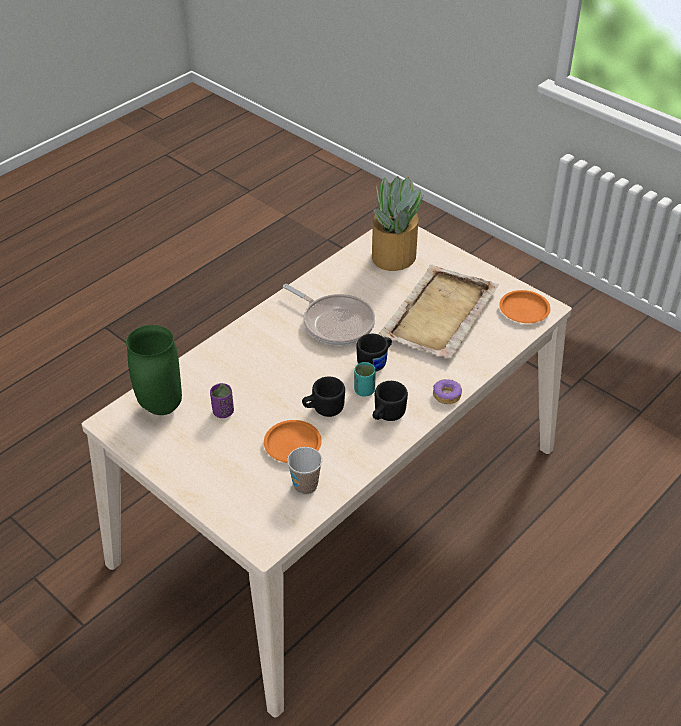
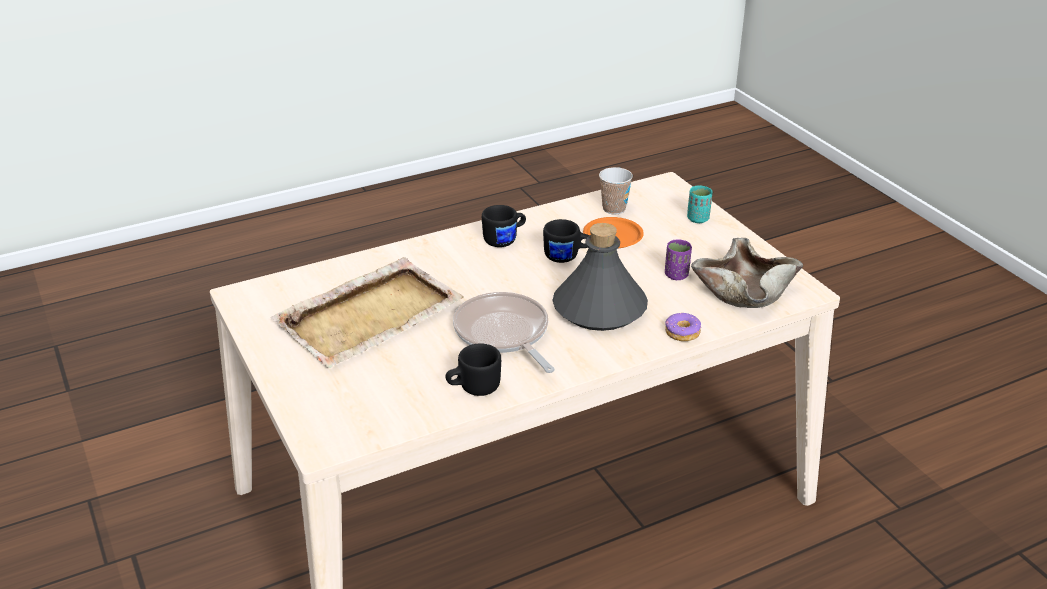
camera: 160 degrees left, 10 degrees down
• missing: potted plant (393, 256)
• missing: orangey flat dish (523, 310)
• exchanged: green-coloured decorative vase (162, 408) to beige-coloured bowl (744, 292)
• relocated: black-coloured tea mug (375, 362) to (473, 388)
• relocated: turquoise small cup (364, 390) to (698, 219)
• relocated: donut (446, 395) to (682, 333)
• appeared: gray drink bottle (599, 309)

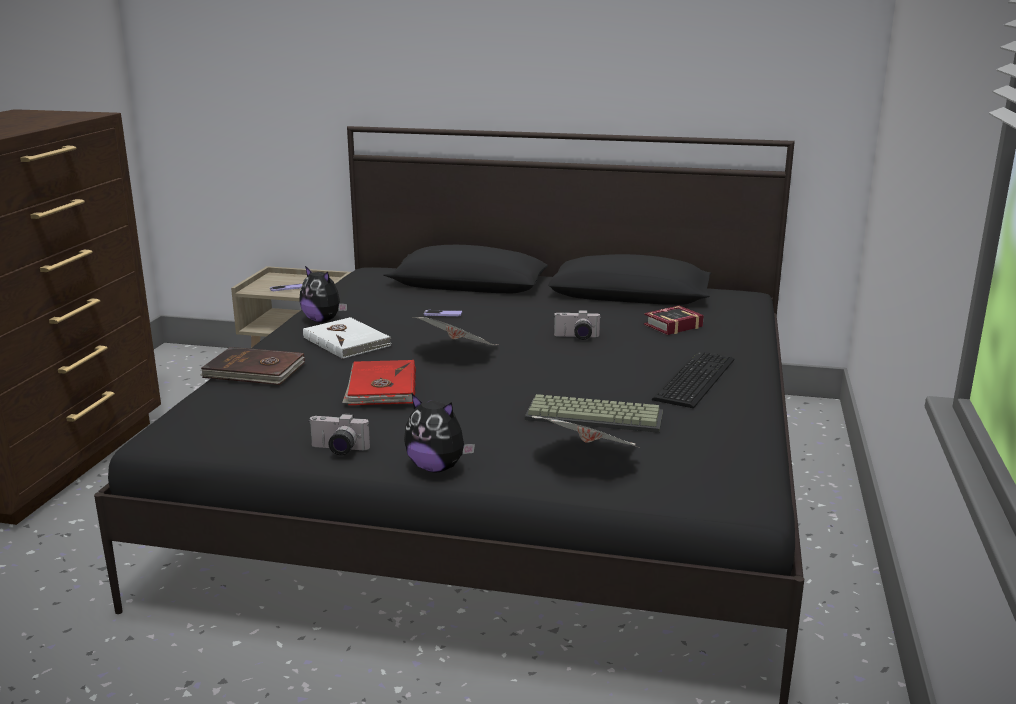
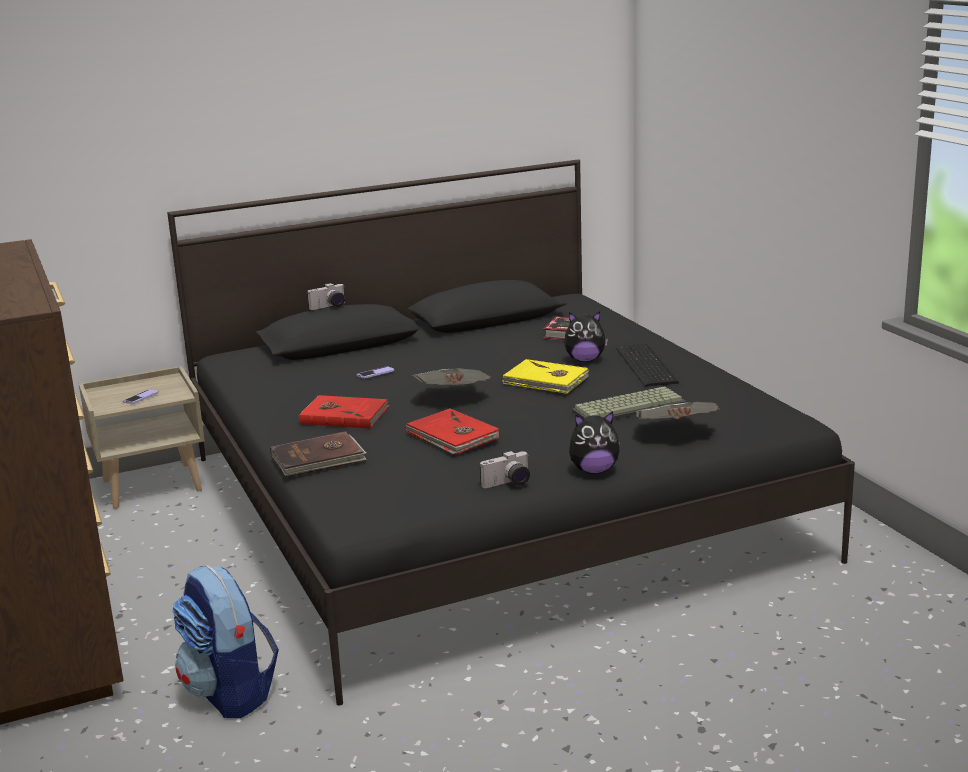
camera: 35 degrees left, 0 degrees up
• relocated: cuddly toy (323, 320) to (585, 360)
• relocated: still camera (576, 337) to (329, 307)
• colour: whitish book (347, 341) to red-coloured book (344, 415)
• appeared: yellow-coloured book (546, 381)
• appeared: backpack (230, 693)

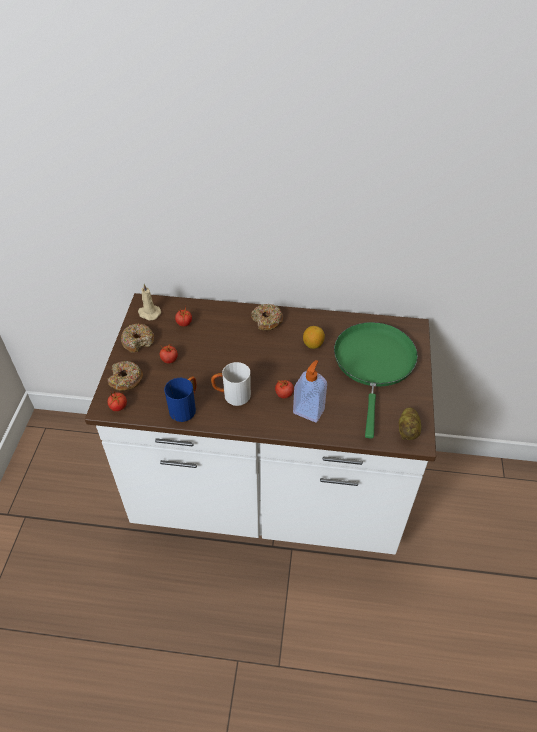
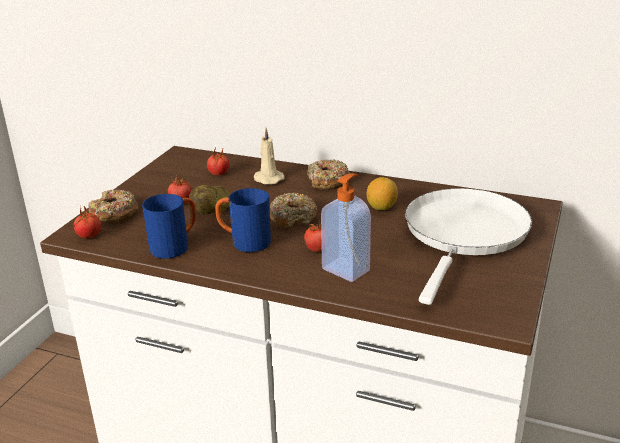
camera: 15 degrees right, 20 degrees down
• relocated: beige-coloured wax light (149, 313) to (267, 179)
• colour: green-coloured pan (374, 364) to whitish pan (464, 234)
• relocated: donut (138, 341) to (293, 217)
• colour: whitish tea mug (231, 396) to blue-coloured tea mug (244, 242)
• relocated: potato (408, 430) to (213, 212)

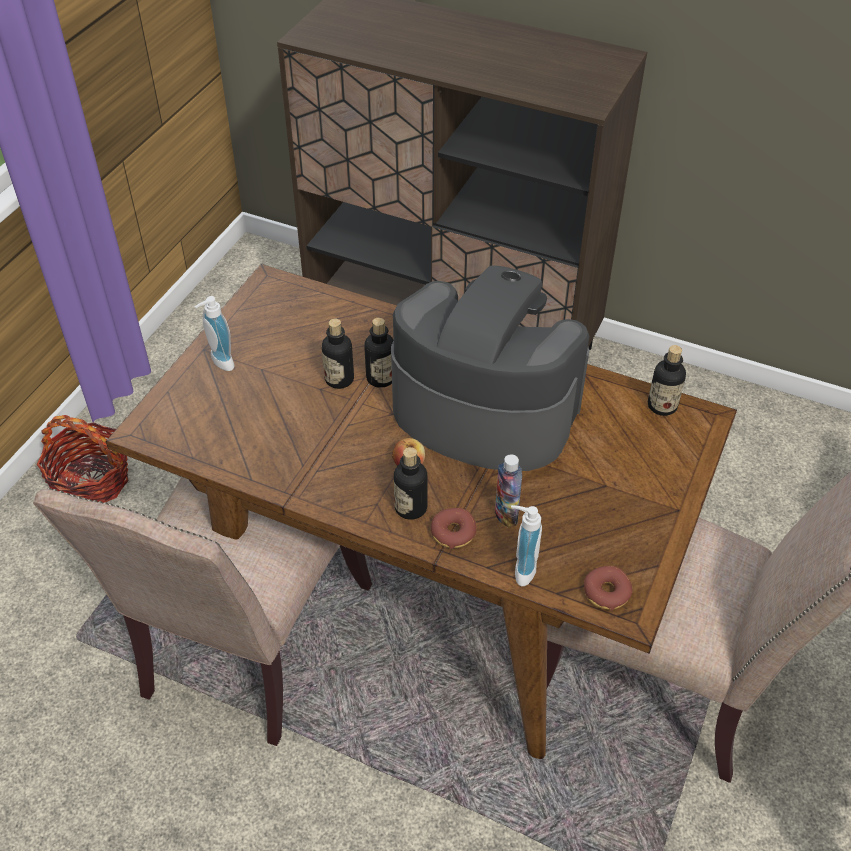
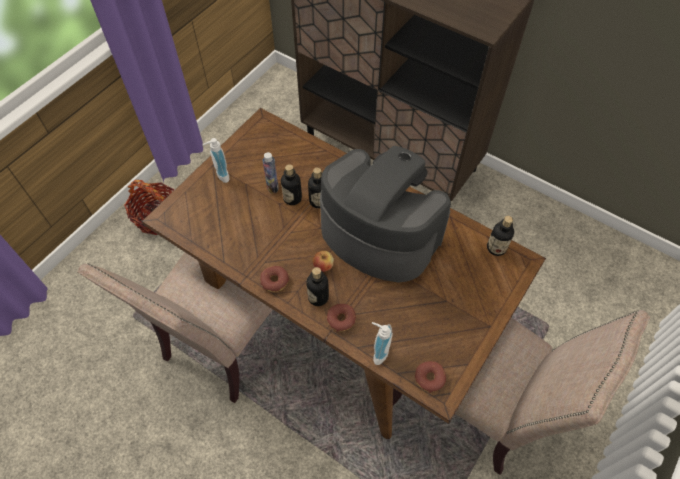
camera: 10 degrees right, 10 degrees up
• relocated: drink bottle (506, 515) to (272, 186)
• appeared: donut (275, 281)

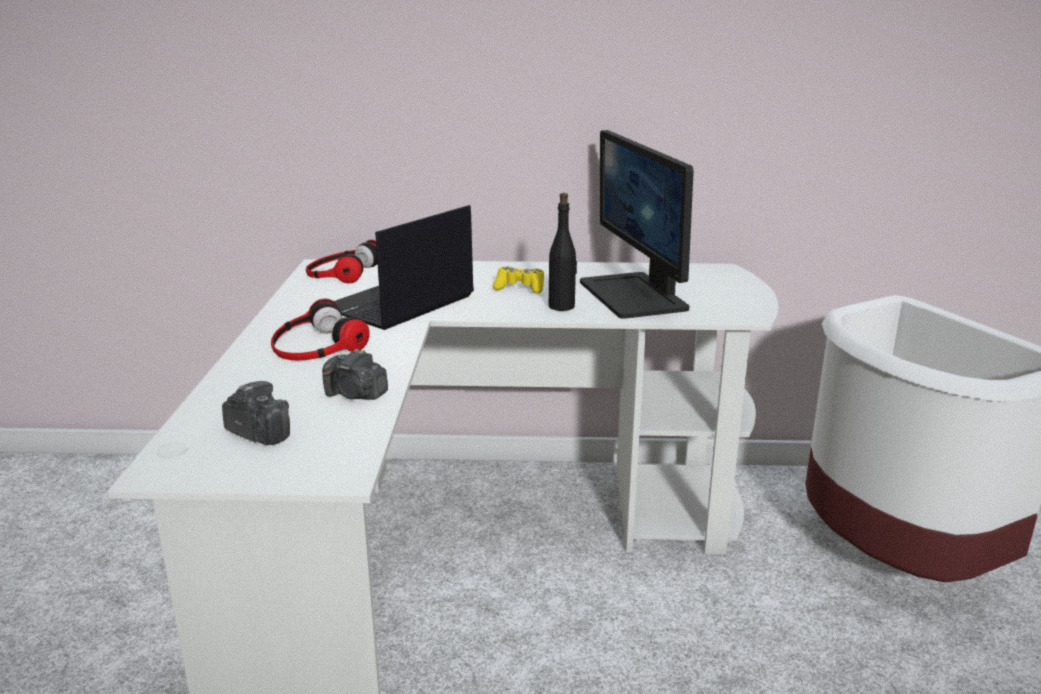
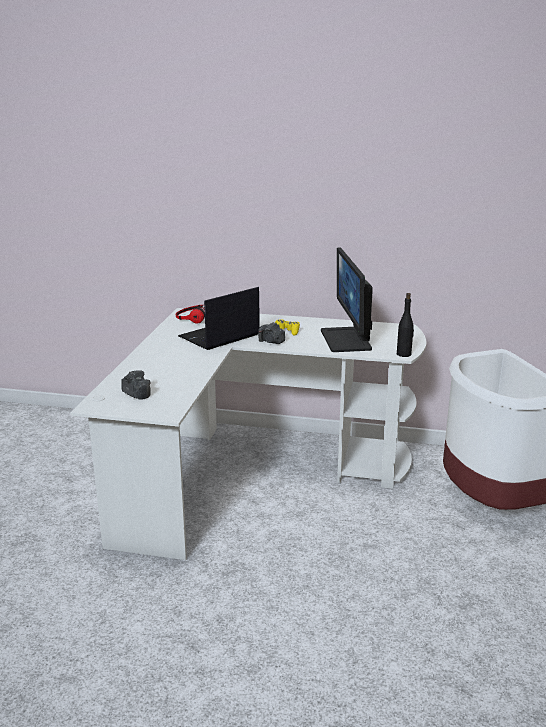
camera: 10 degrees right, 0 degrees up
• relocated: black-coloured drink bottle (562, 306) to (404, 354)
• missing: pair of headphones (316, 345)
• relocated: still camera (355, 395) to (271, 342)

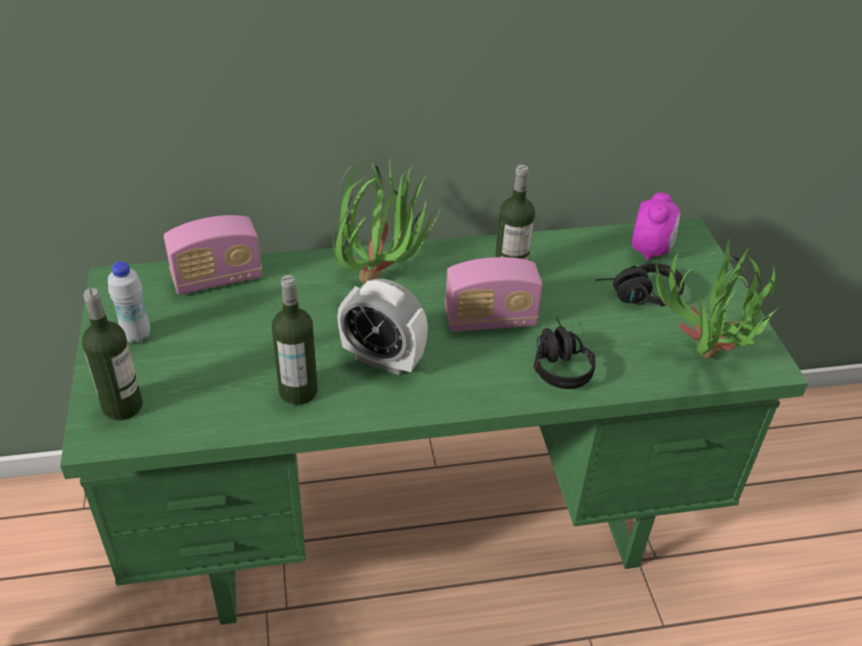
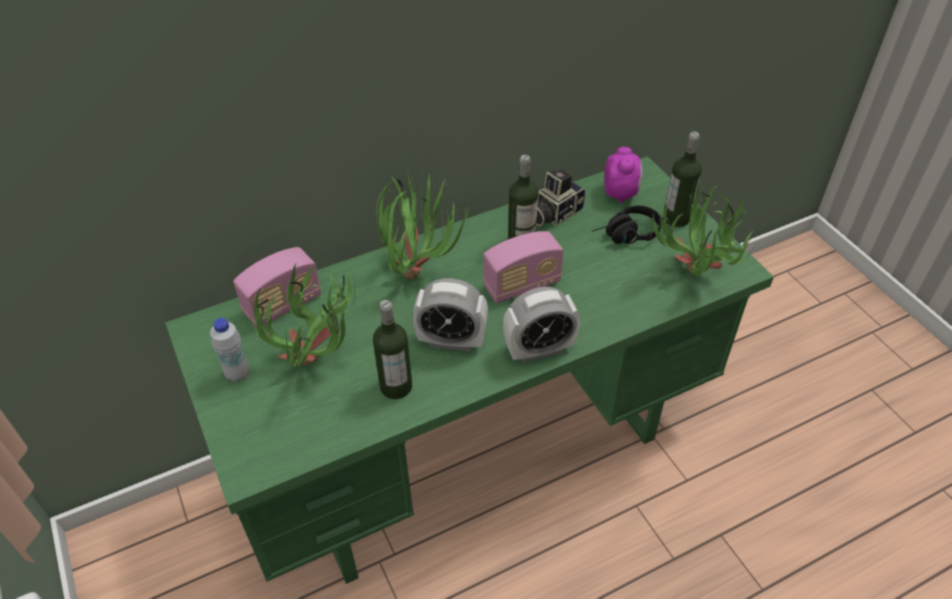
camera: 15 degrees left, 5 degrees up
• relocated: drink bottle (122, 406) to (676, 218)
• missing: black-coloured pair of headphones (557, 362)
• appeared: still camera (553, 213)
• appeared: potted plant (319, 364)
• appeared: bedside clock (539, 350)

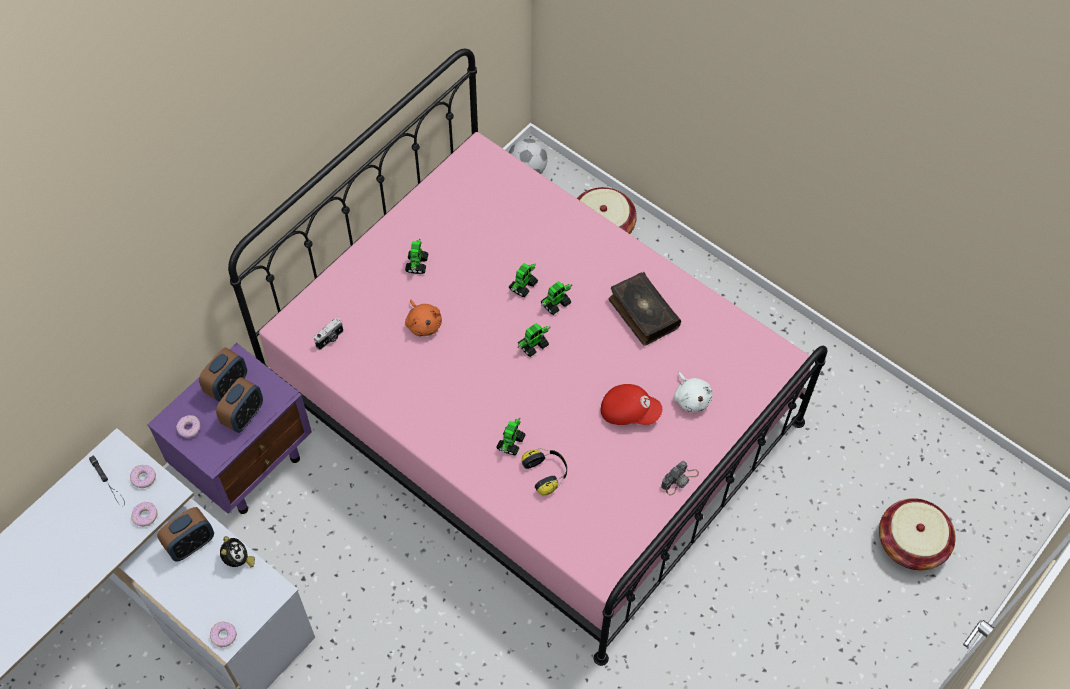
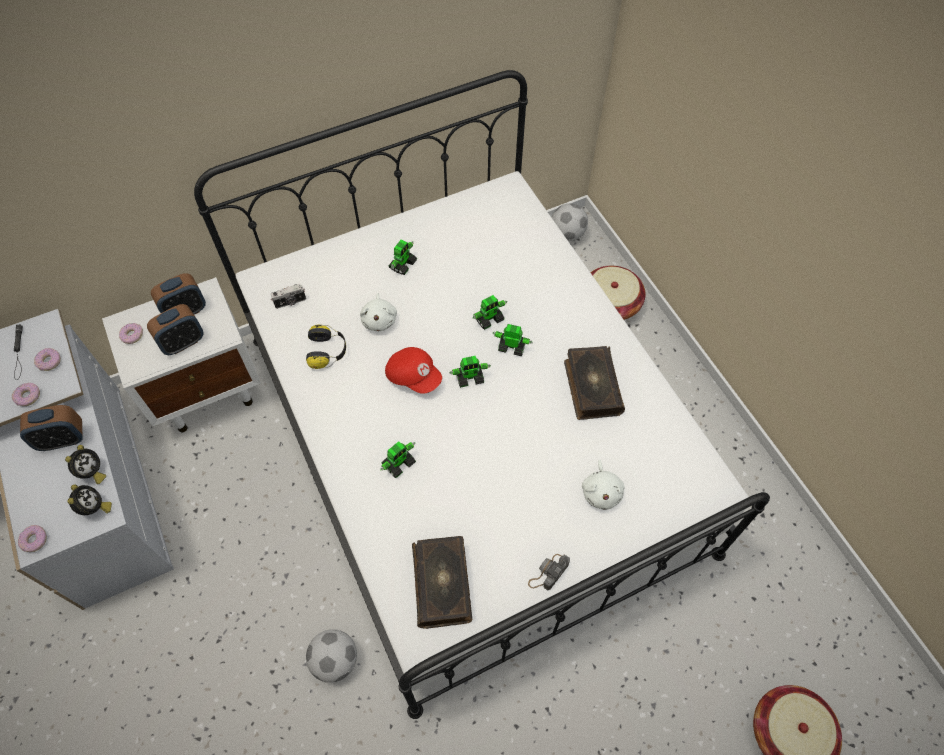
camera: 25 degrees right, 0 degrees up
• colour: pinkish sleeping bed (533, 408) to whitish sleeping bed (471, 440)
• spun: robot figure (556, 303) = (511, 346) 150 degrees counterclockwise
• colour: orangey cuddly toy (423, 324) to whitish cuddly toy (379, 319)
• colour: purple-coloured night table (246, 462) to whitish night table (208, 389)
• relocated: red-coloured cap (629, 411) to (414, 376)
• relocated: pair of headphones (546, 473) to (328, 351)
• spun: still camera (679, 479) = (548, 573) 150 degrees clockwise
• appeared: bedside clock (94, 508)
• appeared: book (443, 584)
• appeared: ball for football (335, 660)

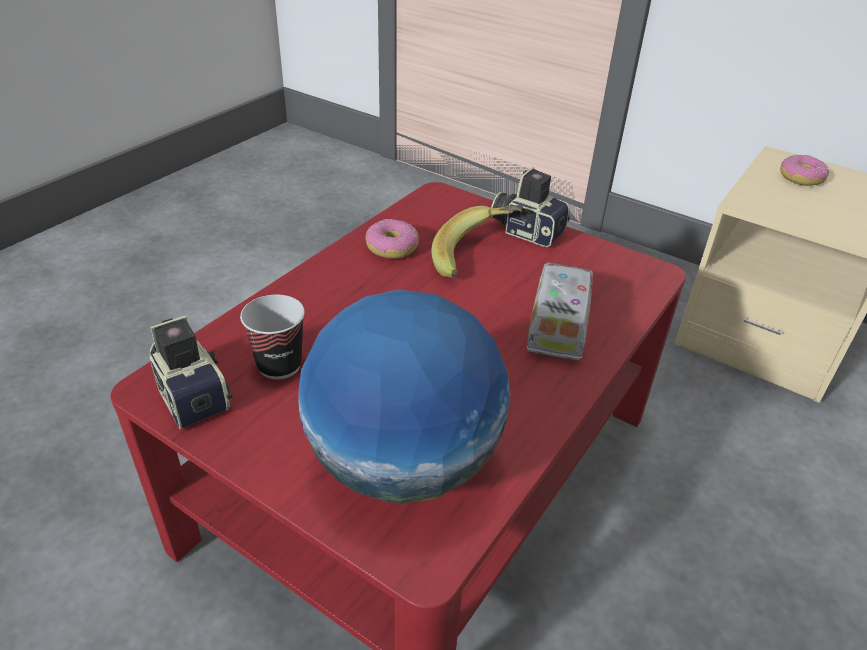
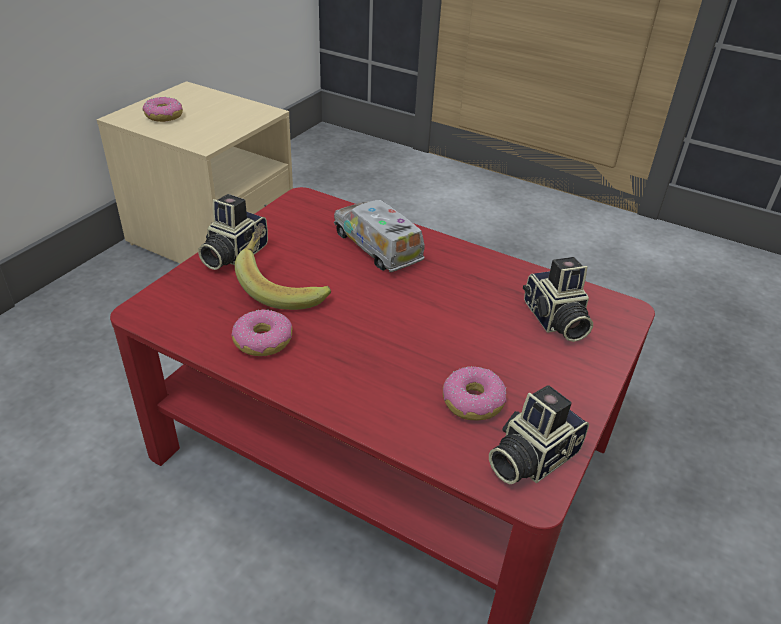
camera: 95 degrees left, 0 degrees up
• spun: toy lorry (558, 322) = (377, 247) 45 degrees clockwise
• exchanged: world globe (404, 463) to still camera (554, 320)
• exchanged: small cup (279, 365) to donut (472, 401)

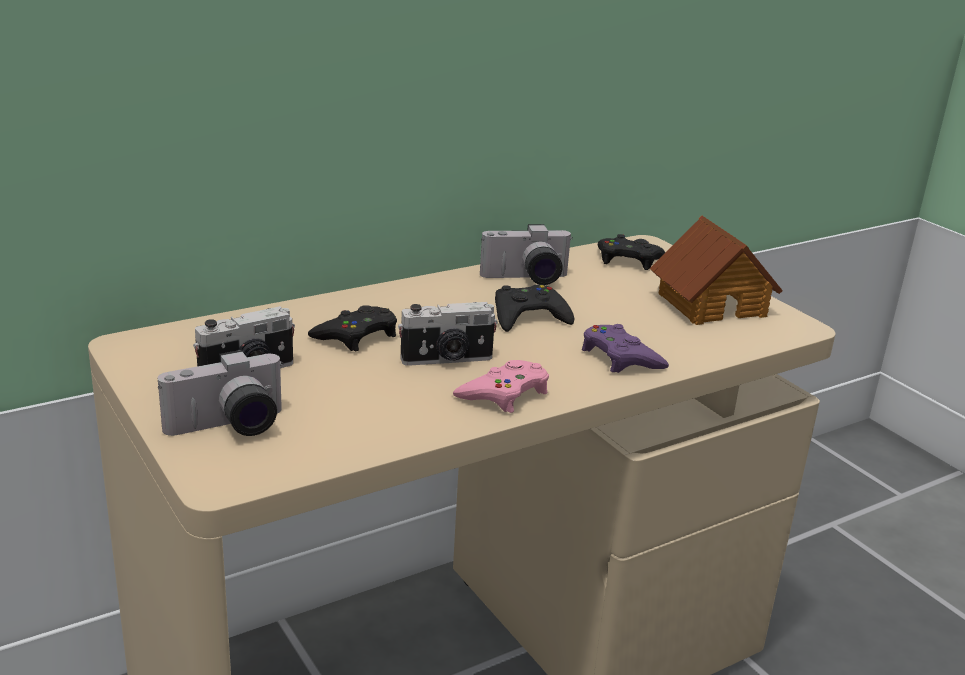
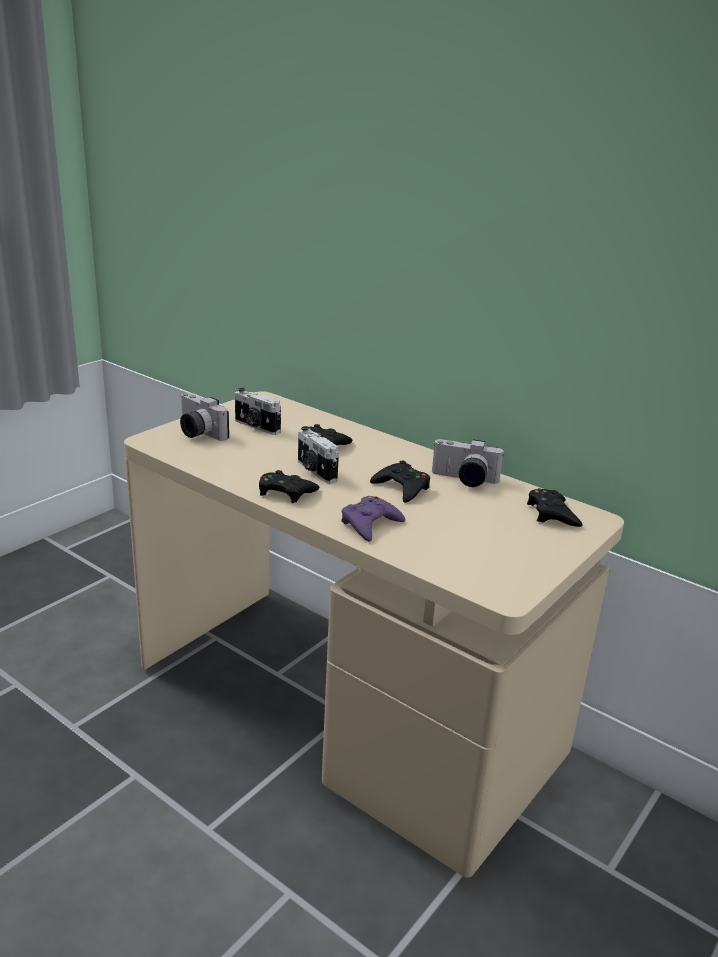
camera: 70 degrees right, 0 degrees up
• missing: model house (710, 304)
• spun: still camera (526, 279) = (463, 480) 45 degrees counterclockwise
• colour: pinkish gamepad (504, 393) to black-coloured gamepad (285, 492)

